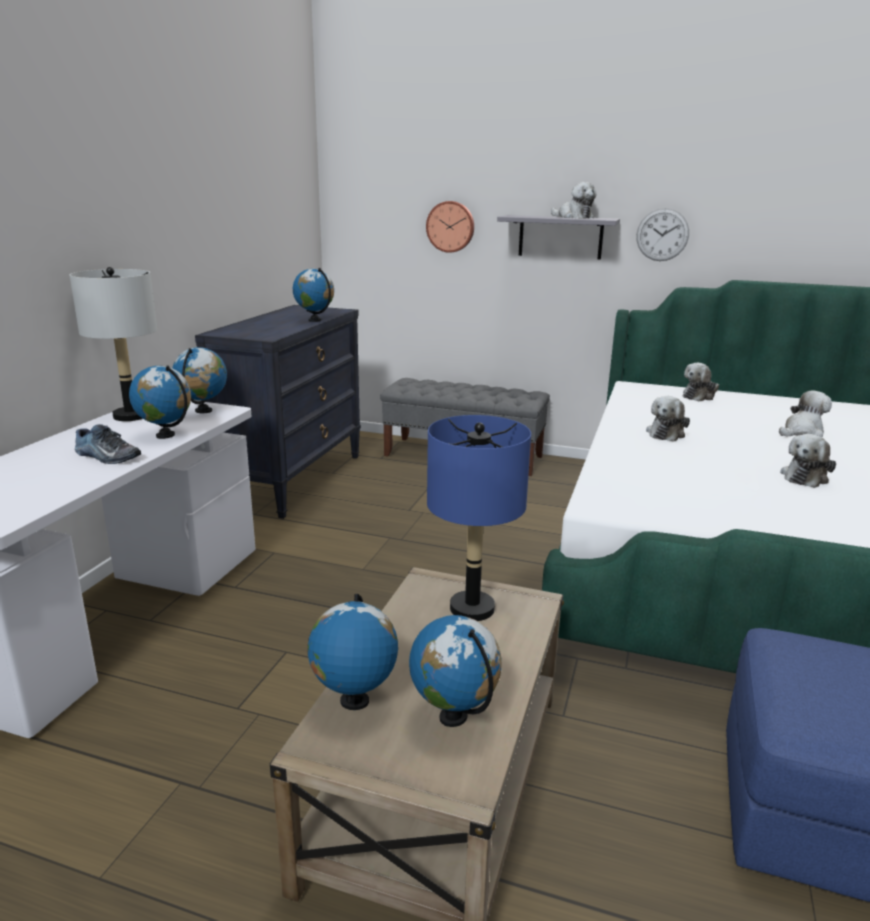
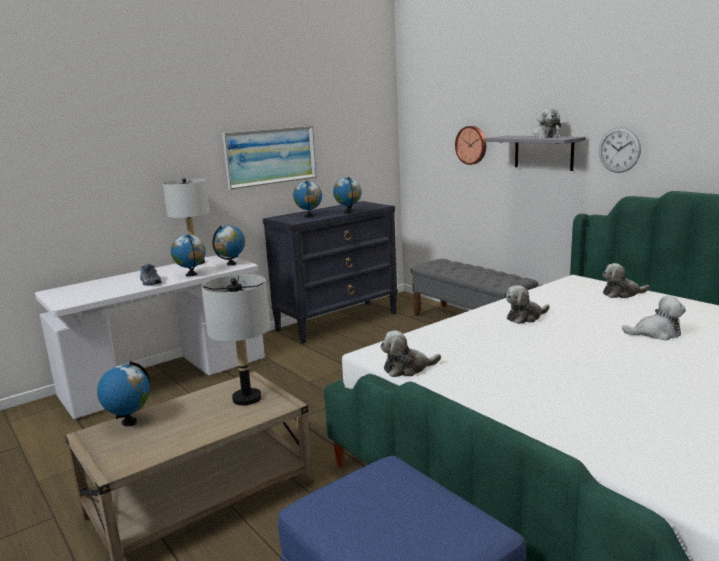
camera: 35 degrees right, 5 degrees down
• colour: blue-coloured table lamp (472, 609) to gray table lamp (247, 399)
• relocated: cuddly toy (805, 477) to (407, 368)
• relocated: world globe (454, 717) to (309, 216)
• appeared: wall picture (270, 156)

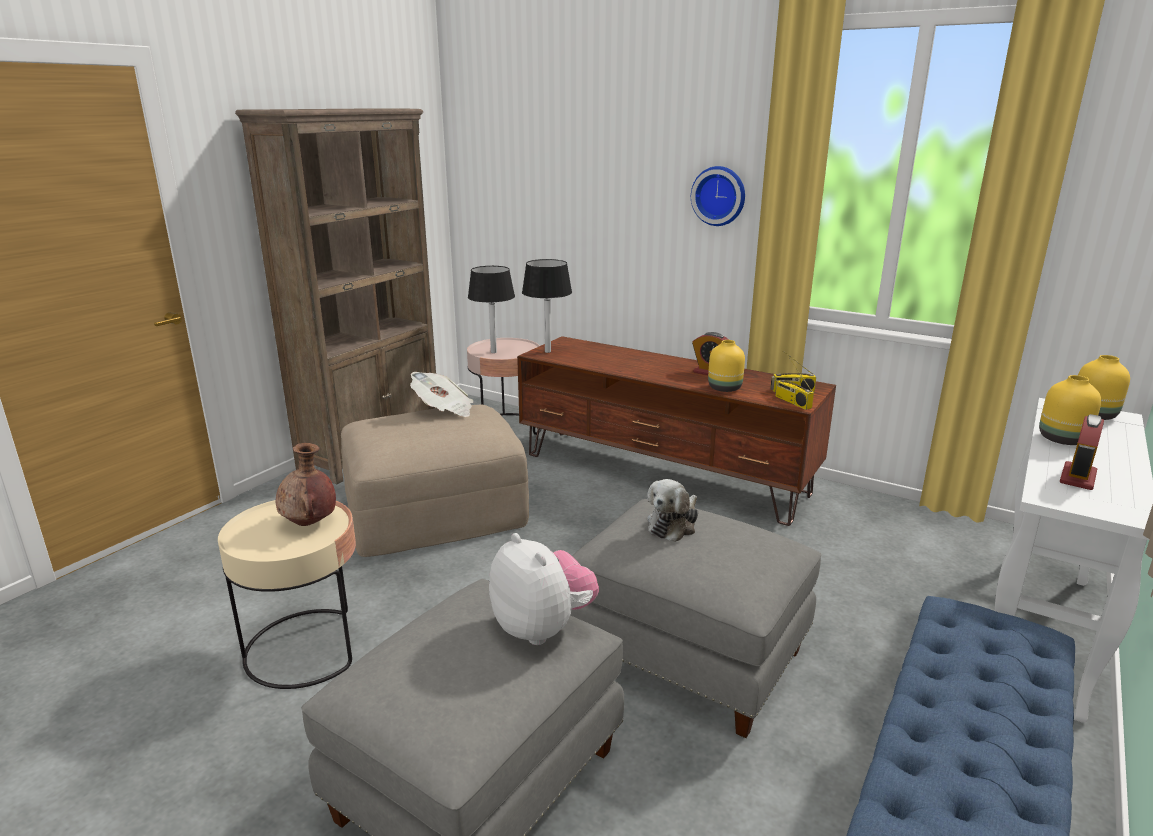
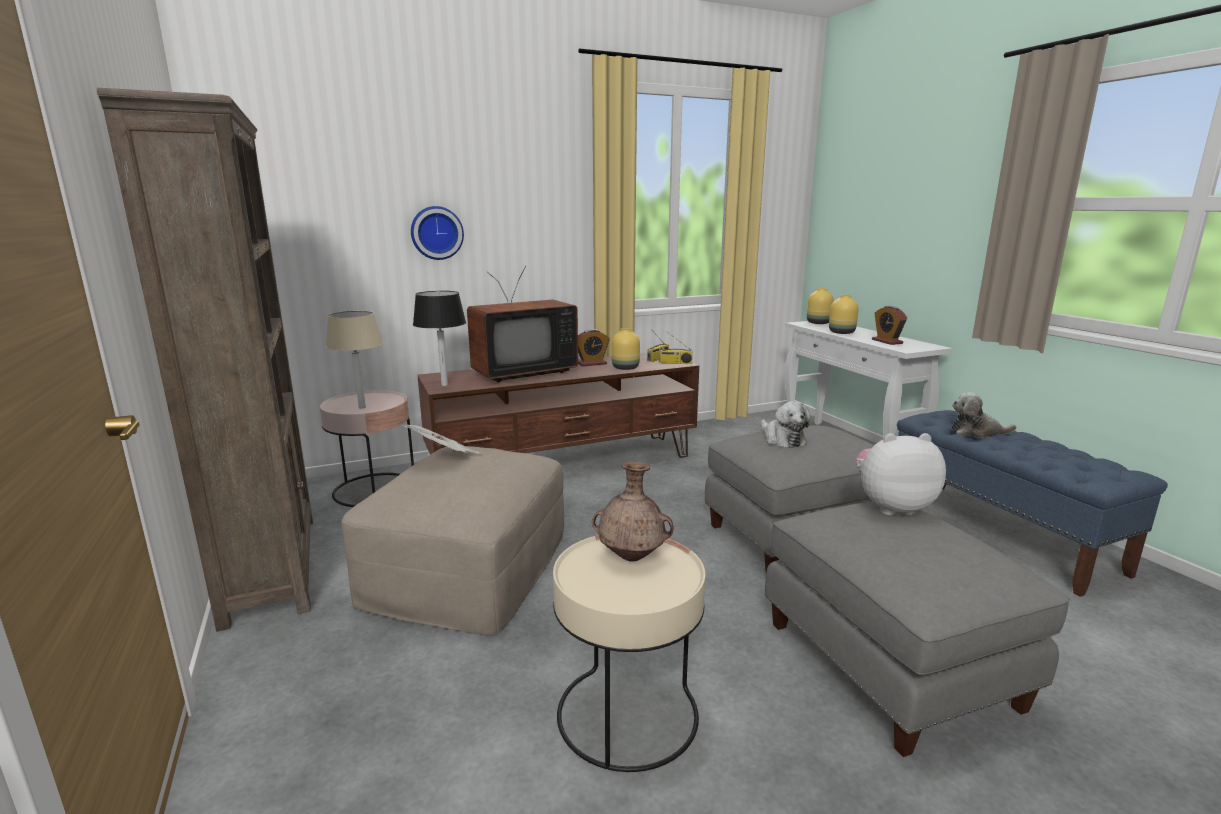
camera: 55 degrees left, 5 degrees down
• relocated: hanging clock (719, 196) to (436, 233)
• colour: black-coloured table lamp (493, 352) to beige-coloured table lamp (362, 407)
• appeared: TV (521, 372)
• appeared: cuddly toy (976, 432)

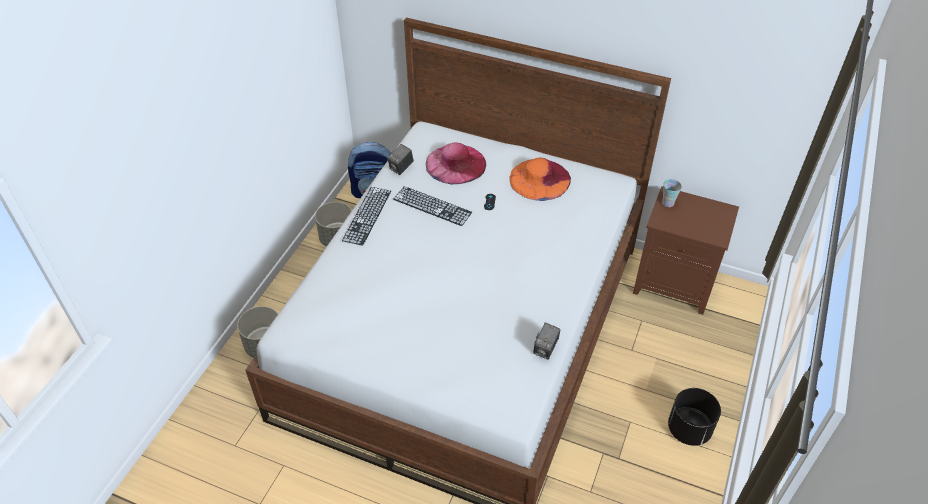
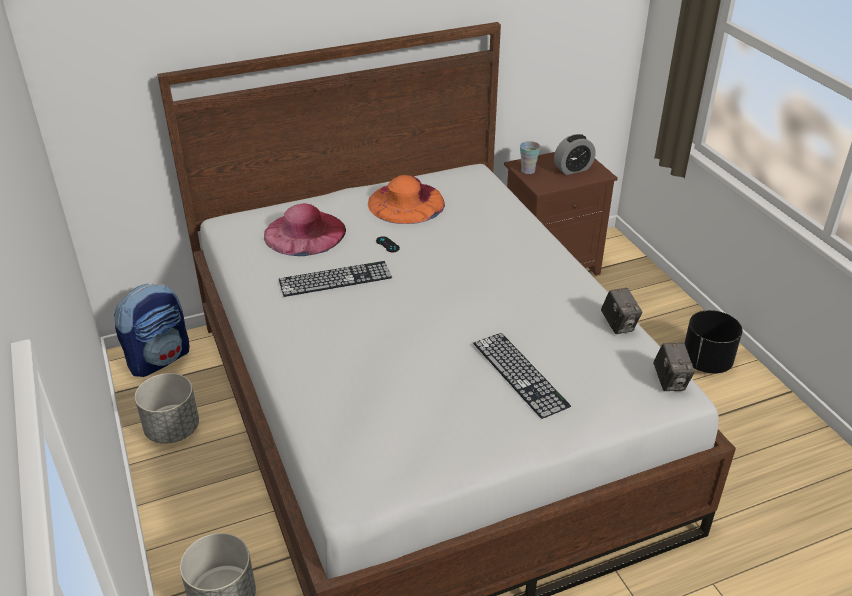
camera: 45 degrees left, 10 degrees down
• relocated: still camera (401, 168) to (670, 381)
• relocated: PC keyboard (367, 215) to (520, 374)
• appeared: bedside clock (573, 169)

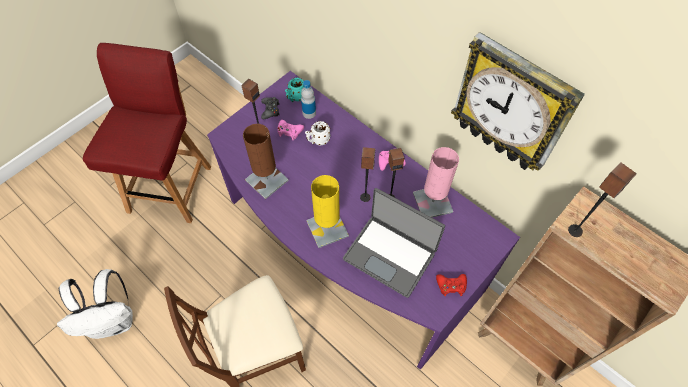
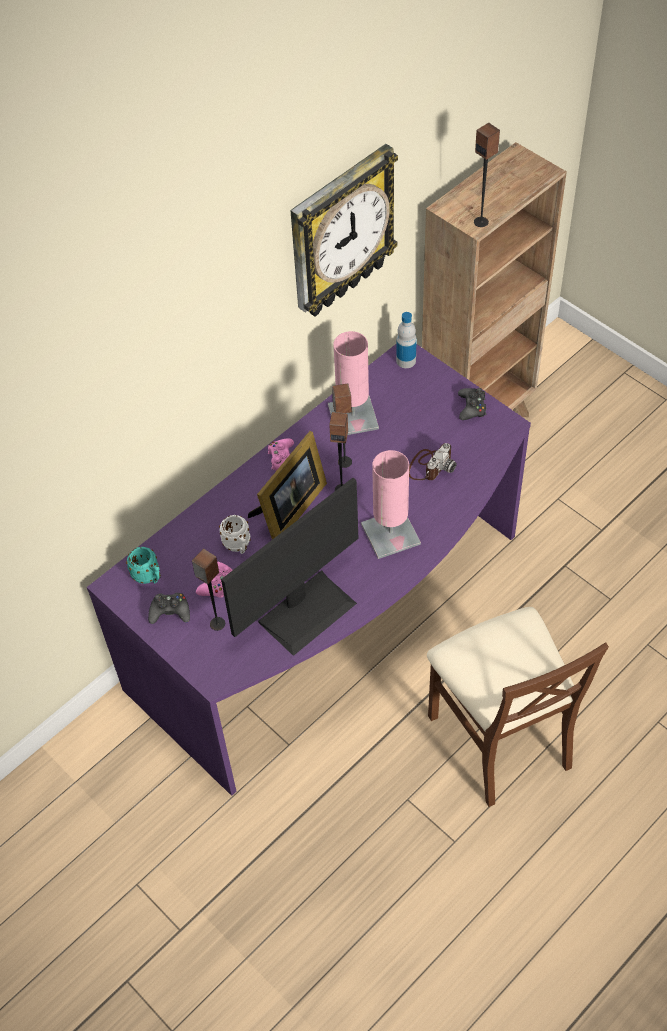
camera: 85 degrees left, 5 degrees down
• missing: red-coloured upright chair (171, 187)
• relocated: drink bottle (309, 113) to (406, 361)
• exchanged: brown-coloured table lamp (266, 180) to computer screen (306, 610)
• colour: yellow-coloured table lamp (327, 228) to pinkish table lamp (390, 534)
• exchanged: portable computer (390, 255) to still camera (430, 465)
• missing: whitish backpack (114, 321)
• colour: red-coloured gamepad (451, 286) to black-coloured gamepad (472, 407)
• appeared: photo frame (289, 510)

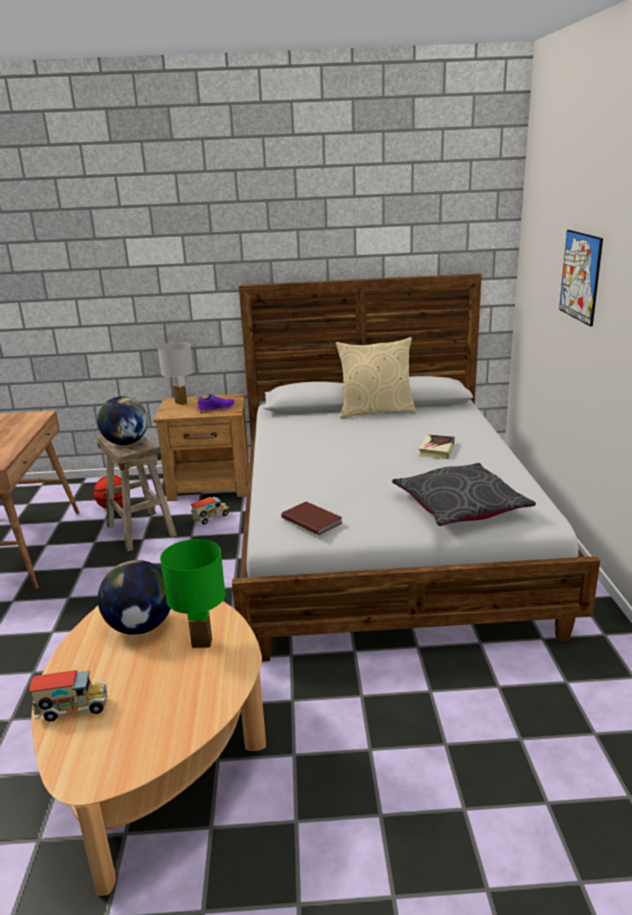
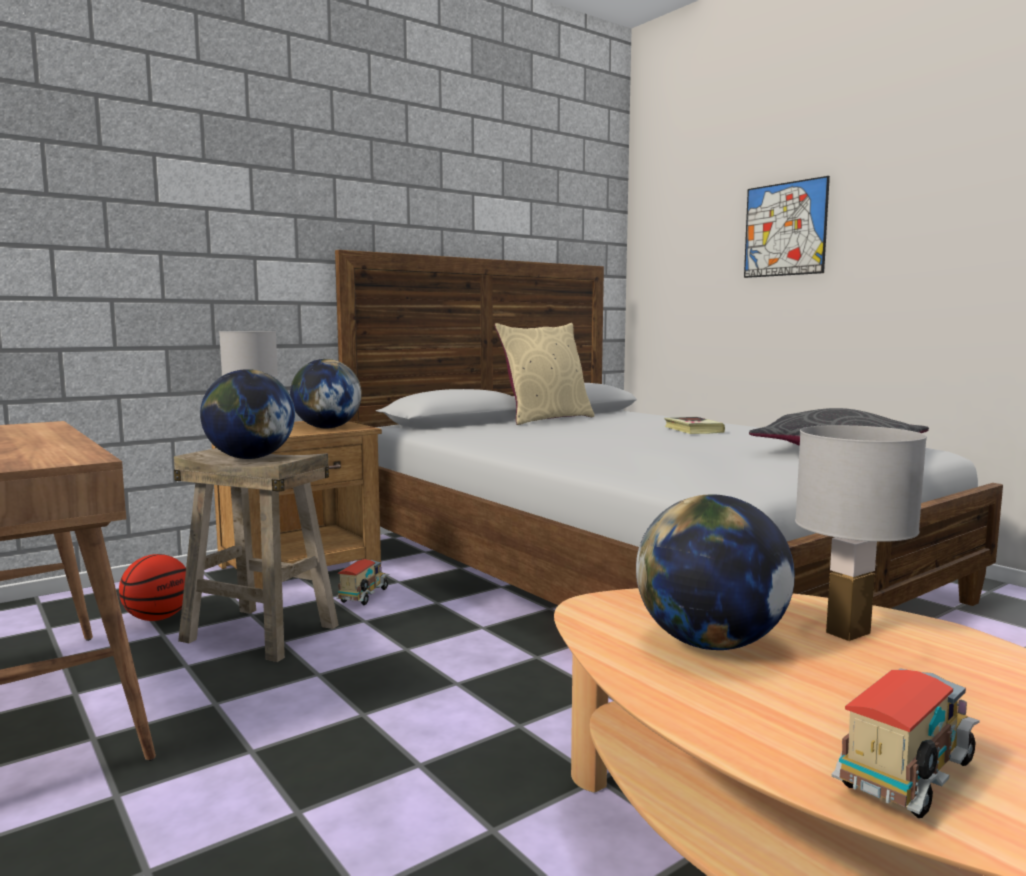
camera: 35 degrees left, 15 degrees down
• exchanged: purple-coloured low shoe (216, 409) to world globe (327, 428)
• missing: brown-coloured book (312, 519)
• colour: green-coloured table lamp (202, 643) to whitish table lamp (847, 632)

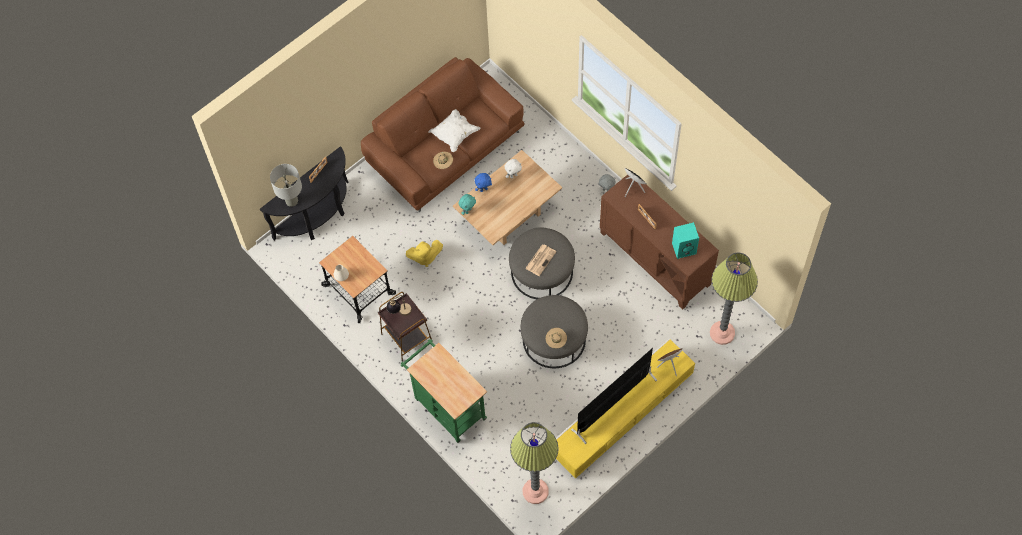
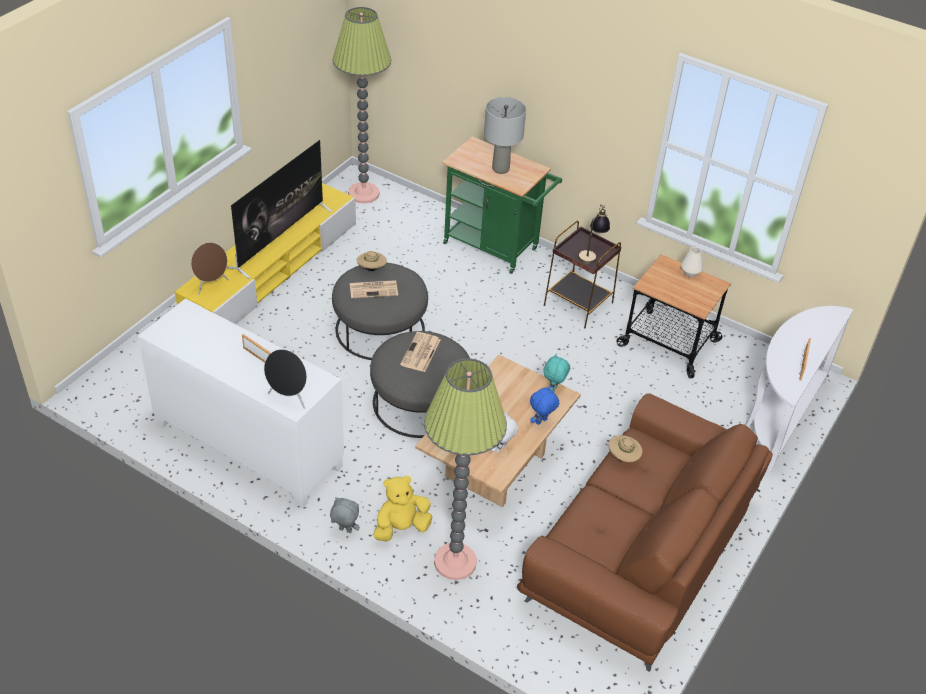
camera: 160 degrees right, 20 degrees down
• missing: whitish throw pillow (454, 134)
• colour: black-coloured console table (318, 217) to whitish console table (778, 418)
• relocated: gray table lamp (292, 201) to (500, 169)
• colour: brown-coloured cupboard (655, 258) to whitish cupboard (247, 445)
• missing: turquoise speaker (684, 248)
• relocated: yellow-coloured cuddly toy (424, 257) to (401, 527)
• relocated: floor lamp (722, 333) to (455, 562)
• appeared: daily paper (374, 289)

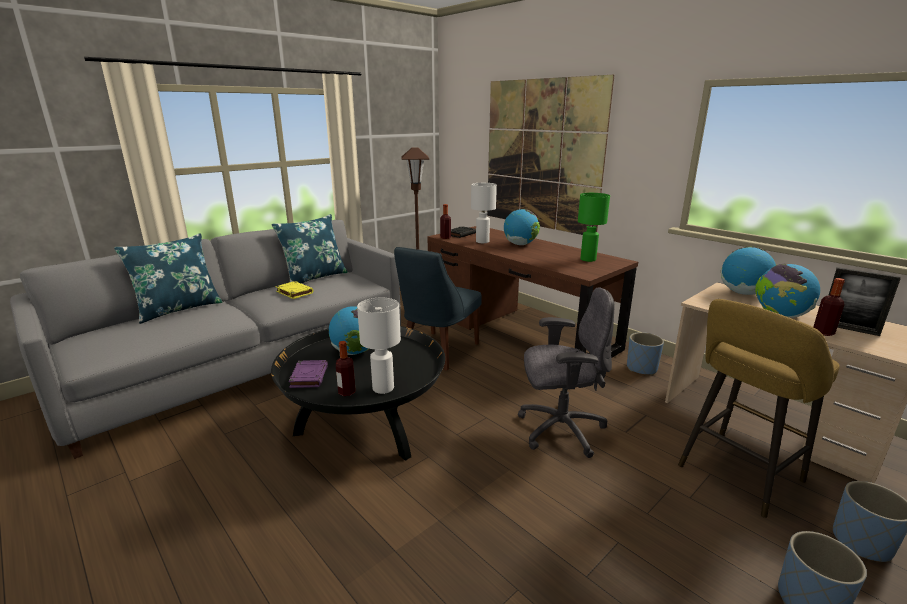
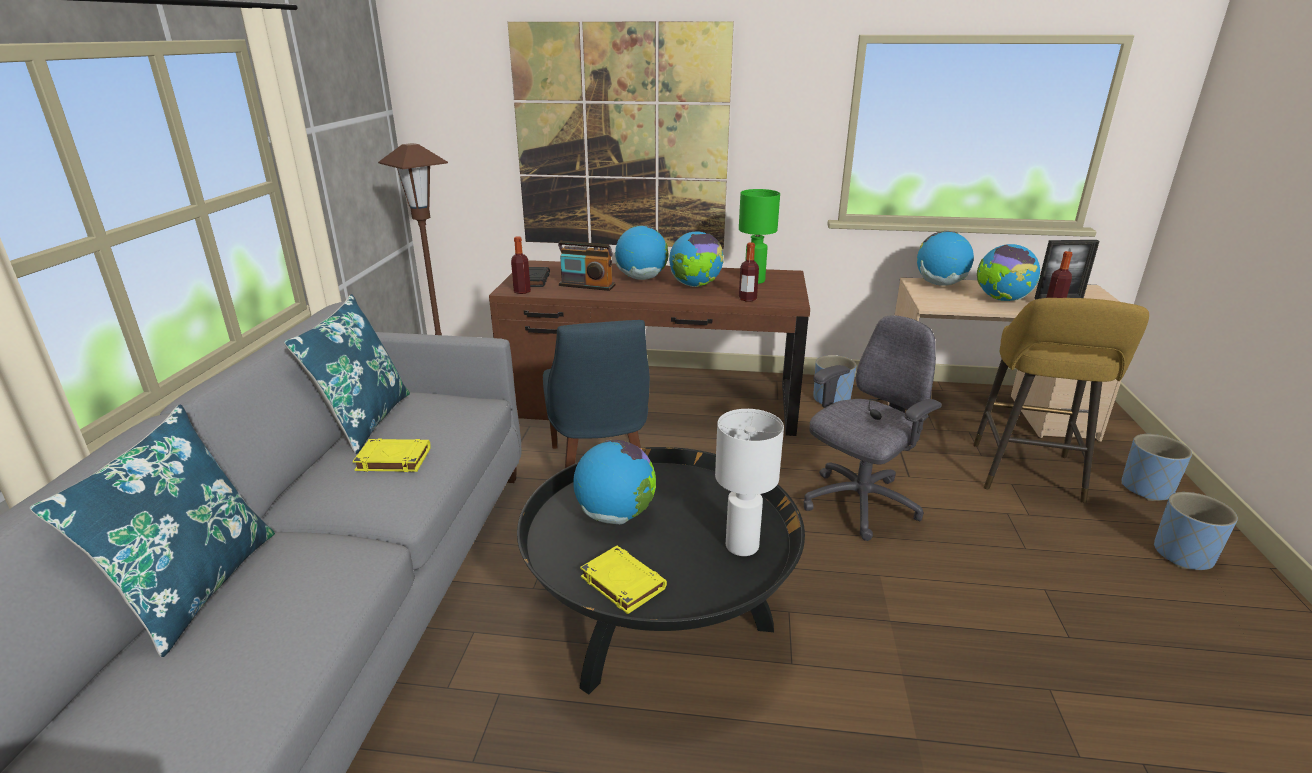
camera: 40 degrees left, 5 degrees up
• exchanged: whitish table lamp (483, 242) to radio (587, 285)
• relocated: drink bottle (347, 392) to (747, 299)
• colour: purple-coloured book (309, 376) to yellow-coloured book (622, 582)
• appeared: world globe (695, 285)

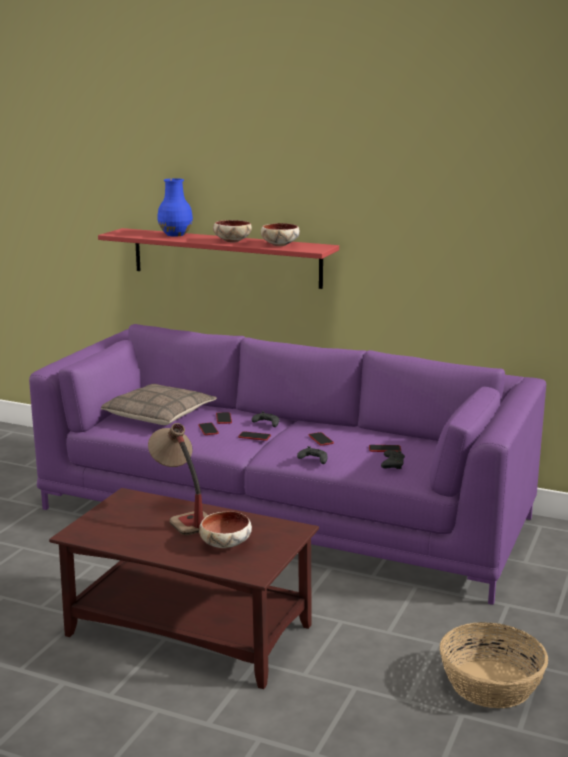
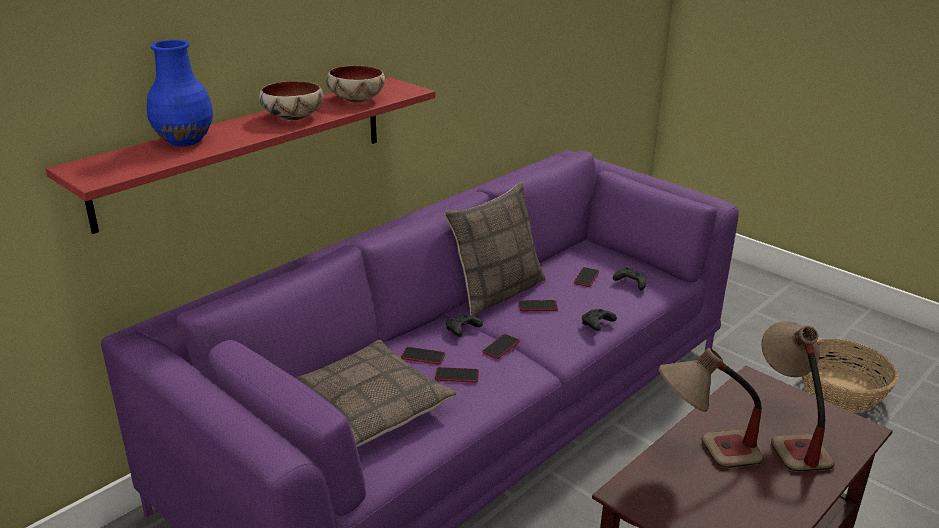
camera: 70 degrees left, 10 degrees up
• exchanged: bowl (226, 544) to table lamp (787, 435)
• appeared: throw pillow (497, 292)

